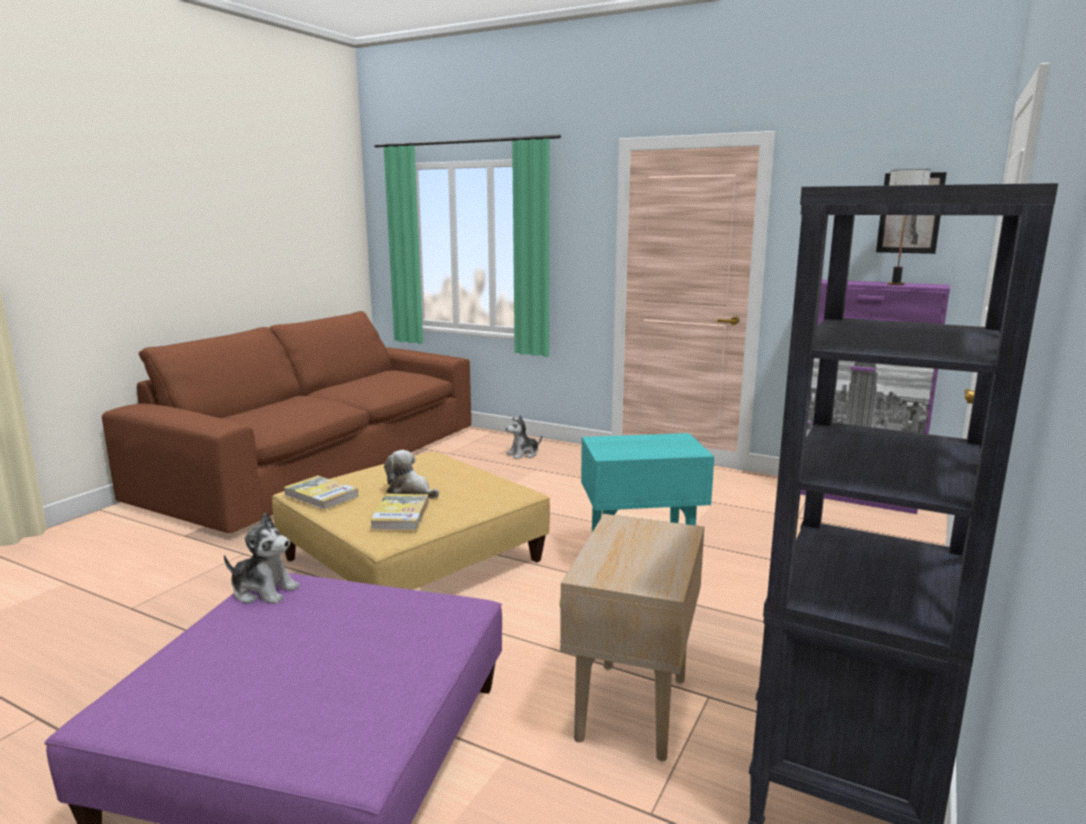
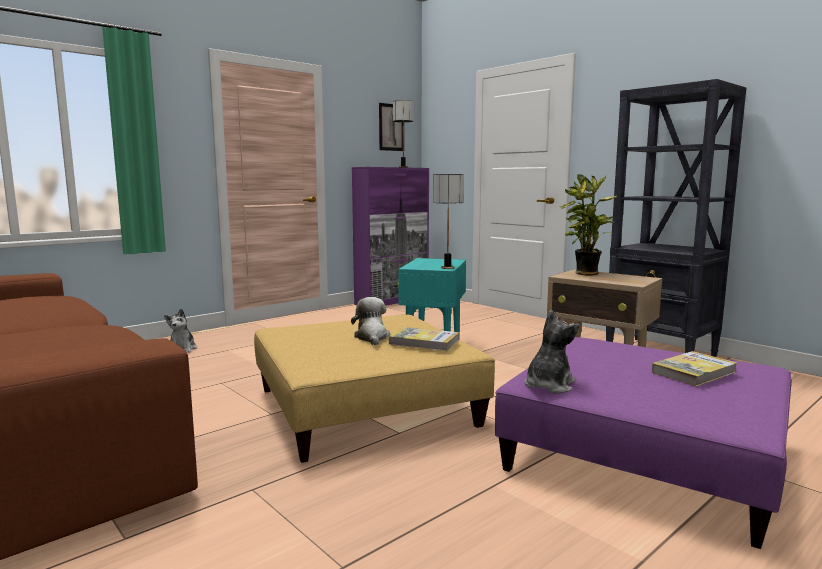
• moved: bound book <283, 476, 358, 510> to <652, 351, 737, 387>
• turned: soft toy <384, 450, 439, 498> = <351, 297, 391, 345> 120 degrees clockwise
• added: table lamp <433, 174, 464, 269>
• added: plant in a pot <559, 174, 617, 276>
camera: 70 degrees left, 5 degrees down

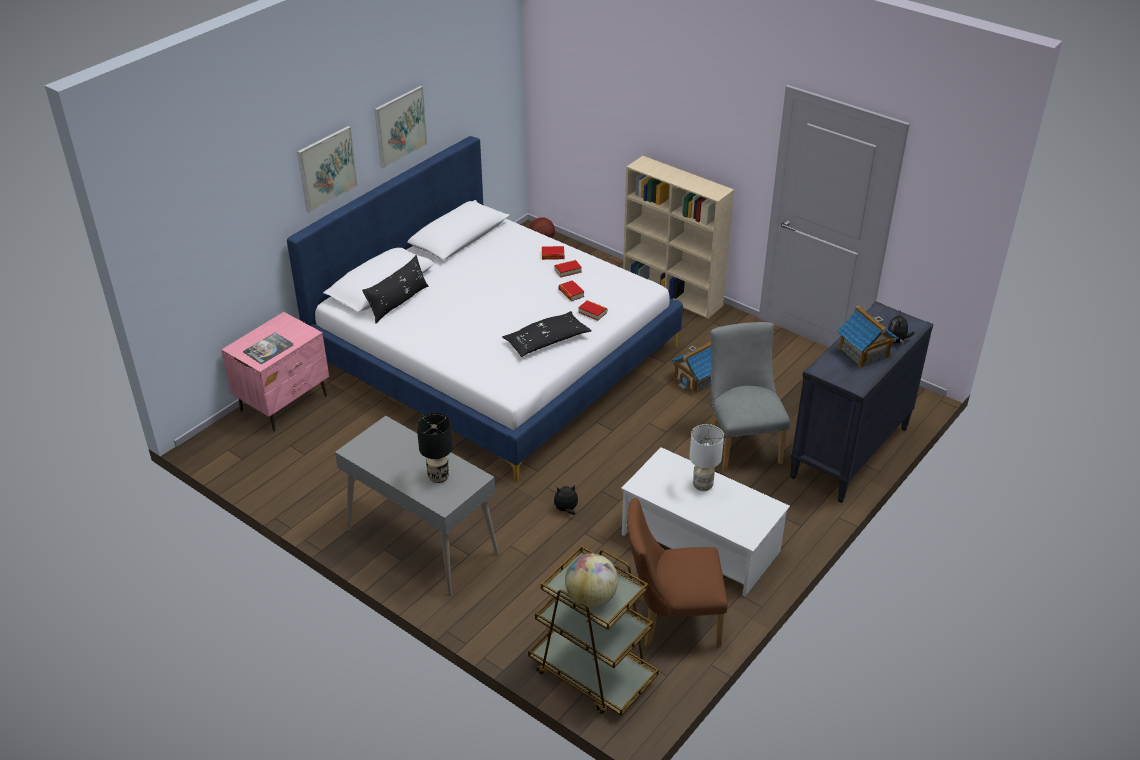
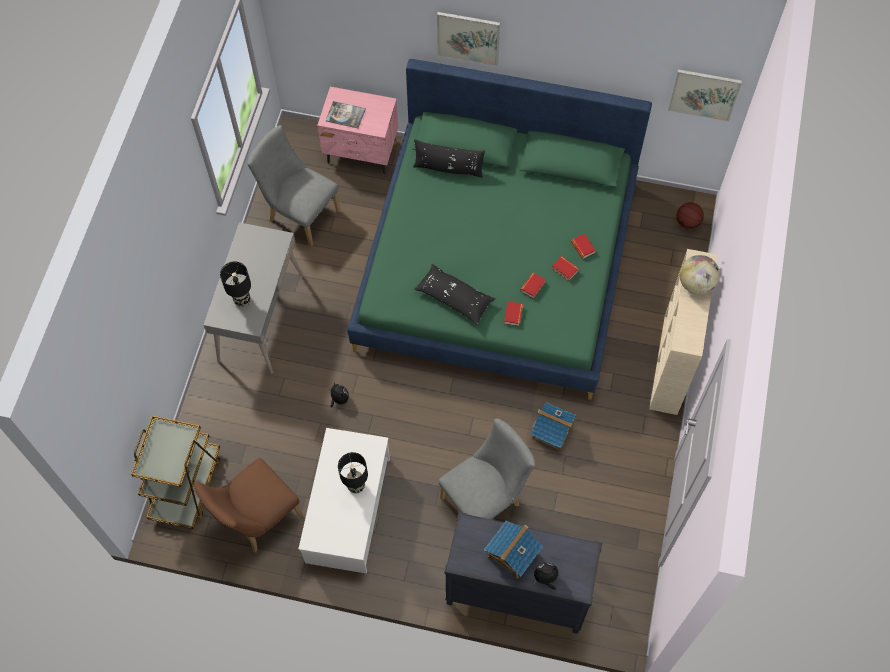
• recoloured: white-coloured bedroom bed <287, 136, 683, 482> to greenish bedroom bed <347, 59, 652, 400>
• moved: wall art <374, 86, 428, 168> to <668, 69, 742, 122>
• moved: world globe <565, 554, 618, 607> to <680, 255, 720, 295>
• turned: brown-coloured chair <627, 497, 728, 647> = <194, 458, 303, 553> 105 degrees counterclockwise
• recoloured: white-coloured table lamp <689, 424, 724, 491> to blackish table lamp <338, 452, 368, 494>
• added: greyish chair <247, 125, 340, 247>
camera: 65 degrees right, 25 degrees up

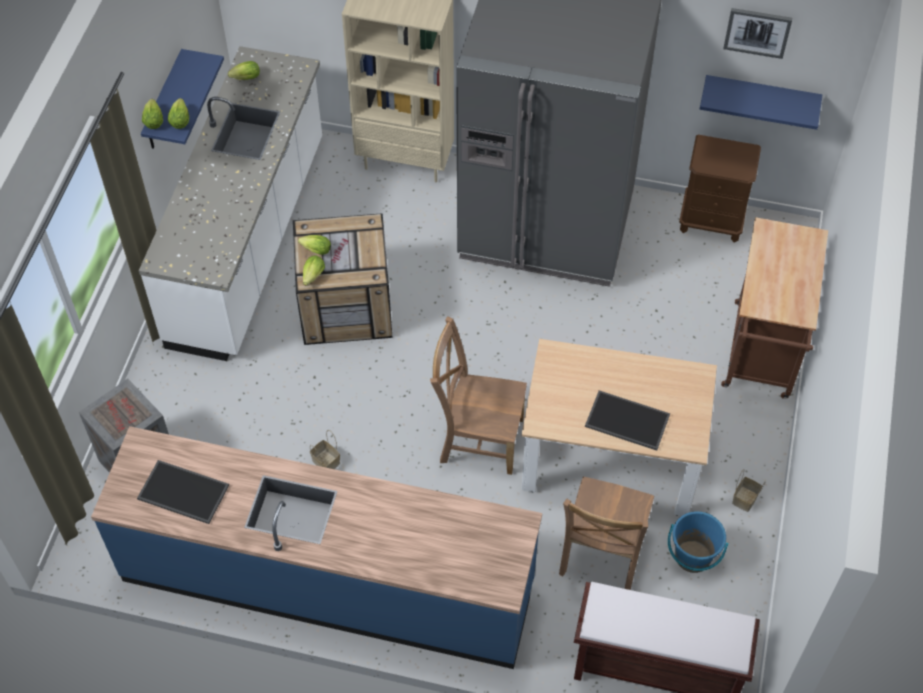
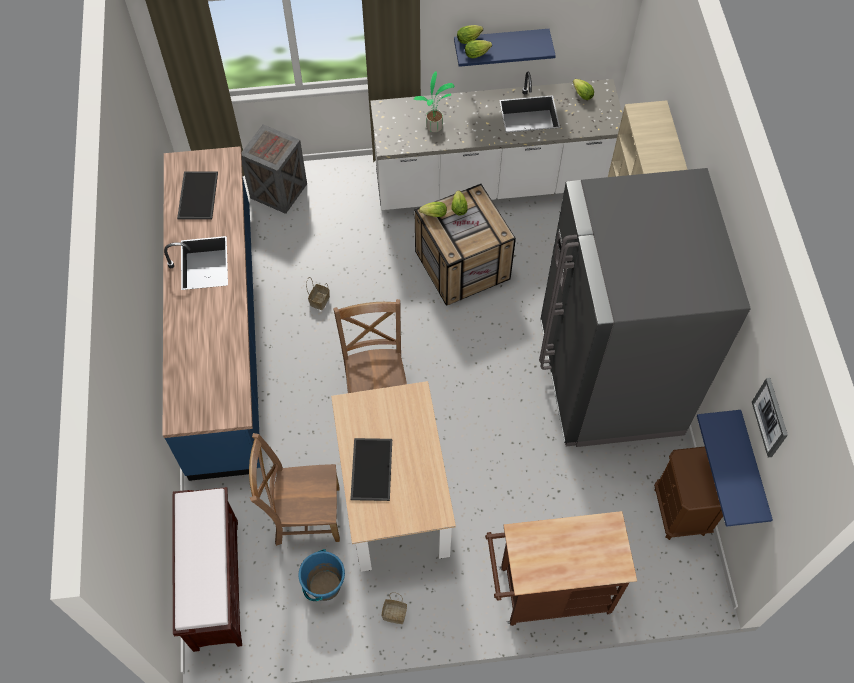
• added: plant in a pot <414, 71, 455, 132>
camera: 70 degrees right, 5 degrees up

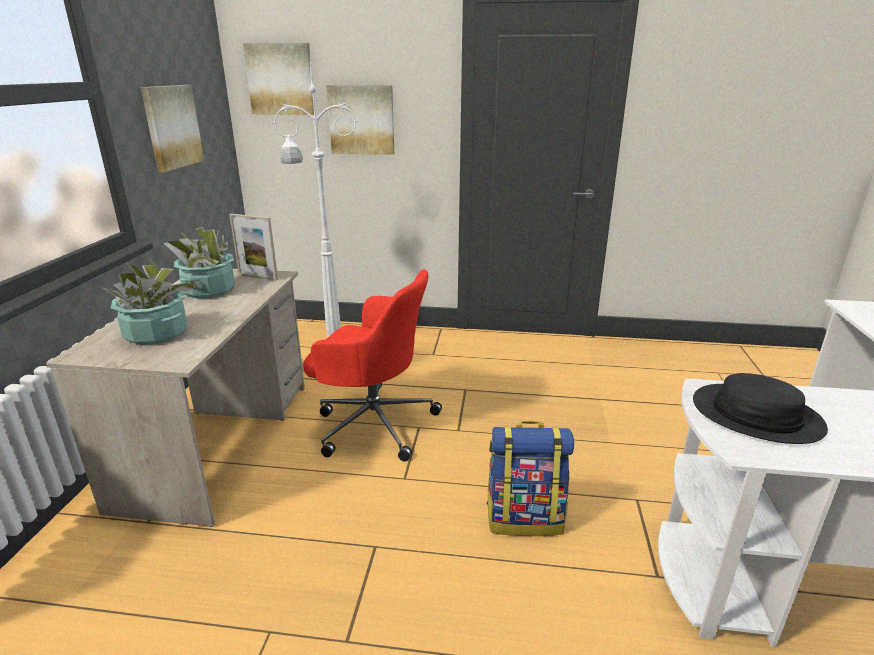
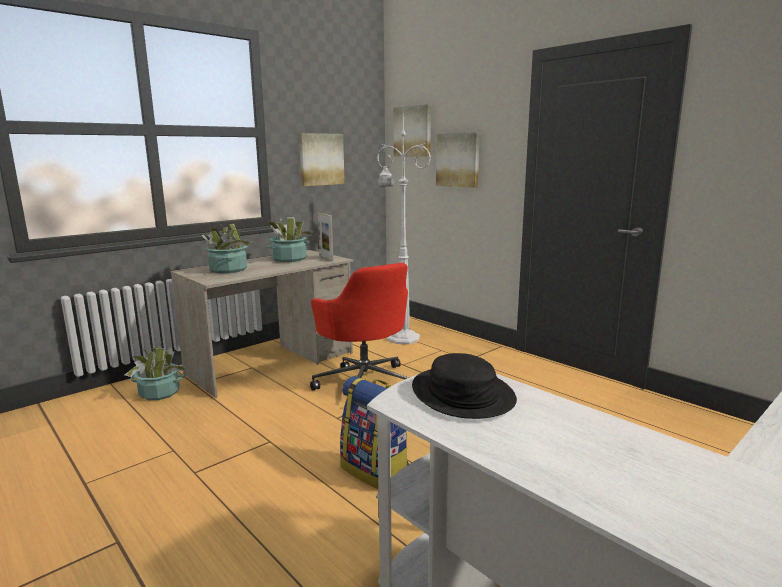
• added: plant in a pot <125, 346, 186, 400>
camera: 40 degrees right, 10 degrees down

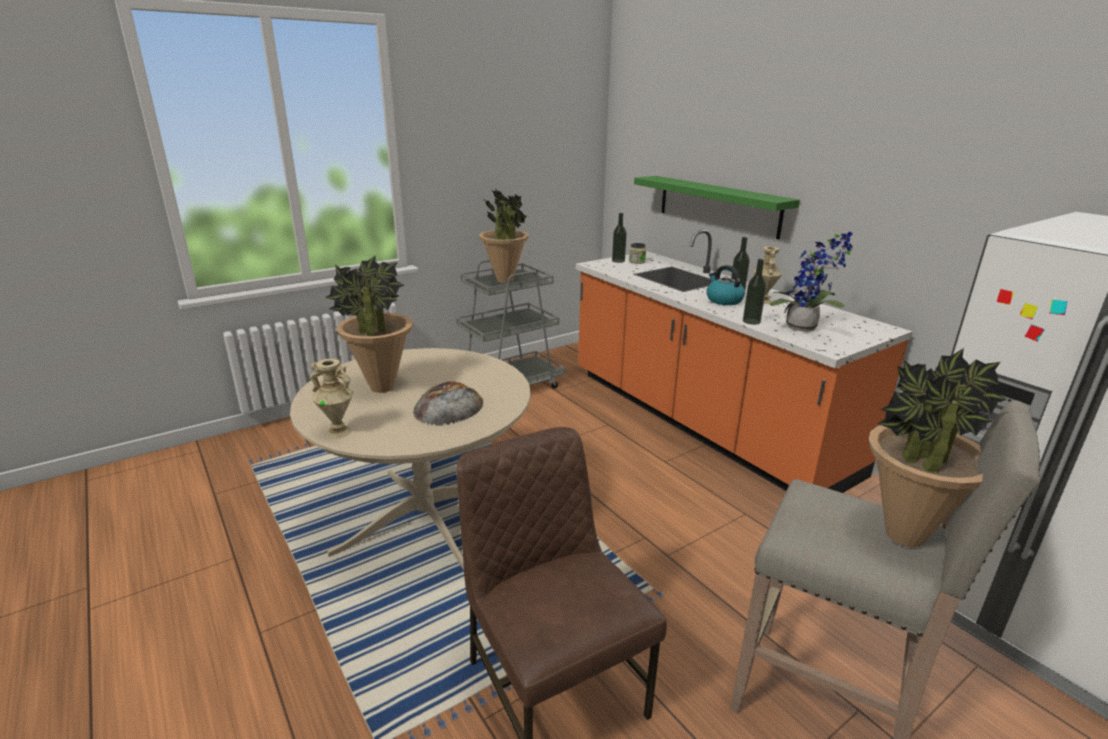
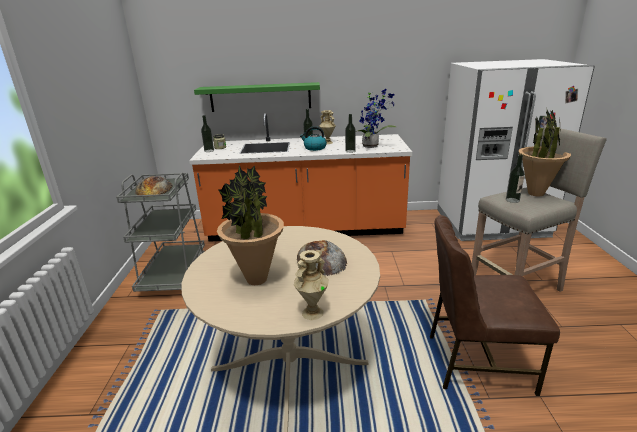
• replaced: plant in a pot <479, 187, 529, 283> to baked bread <135, 176, 173, 197>
• added: beverage bottle <506, 154, 525, 203>
camera: 55 degrees left, 0 degrees up

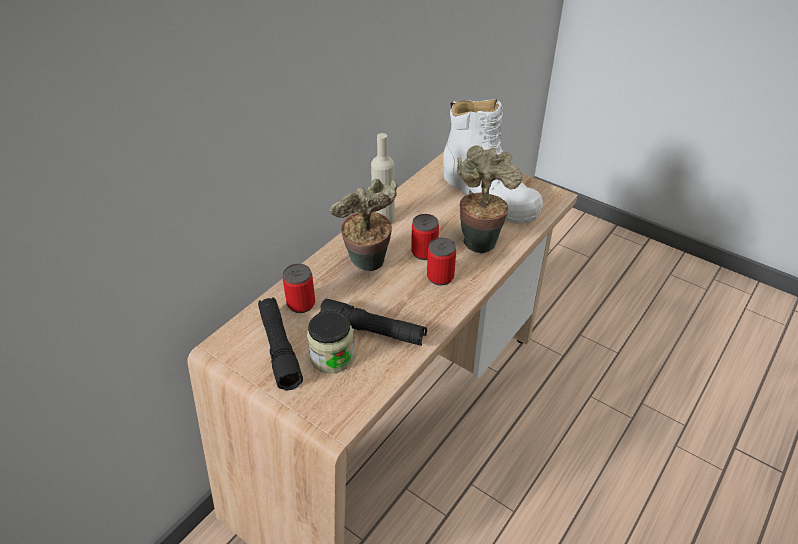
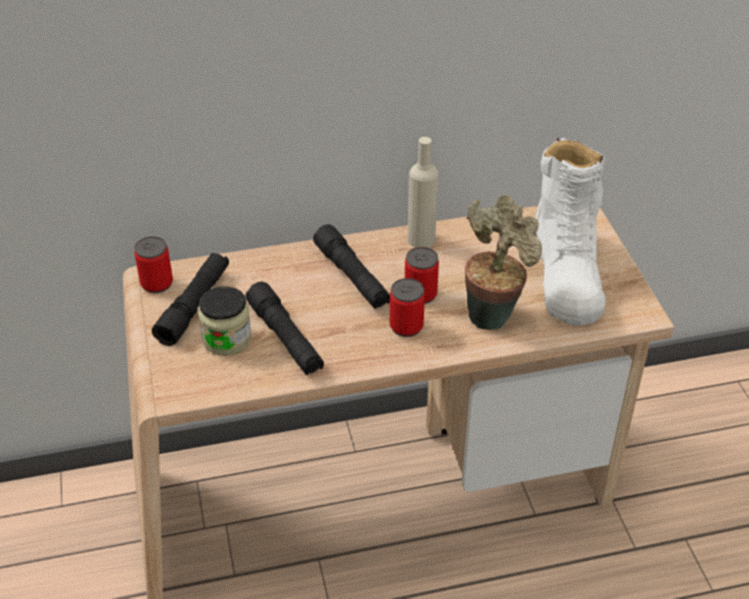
• moved: metal can <283, 264, 315, 313> to <134, 236, 173, 293>
• replaced: plant in a pot <329, 179, 397, 271> to blackish hand torch <313, 224, 390, 309>
camera: 40 degrees right, 0 degrees up

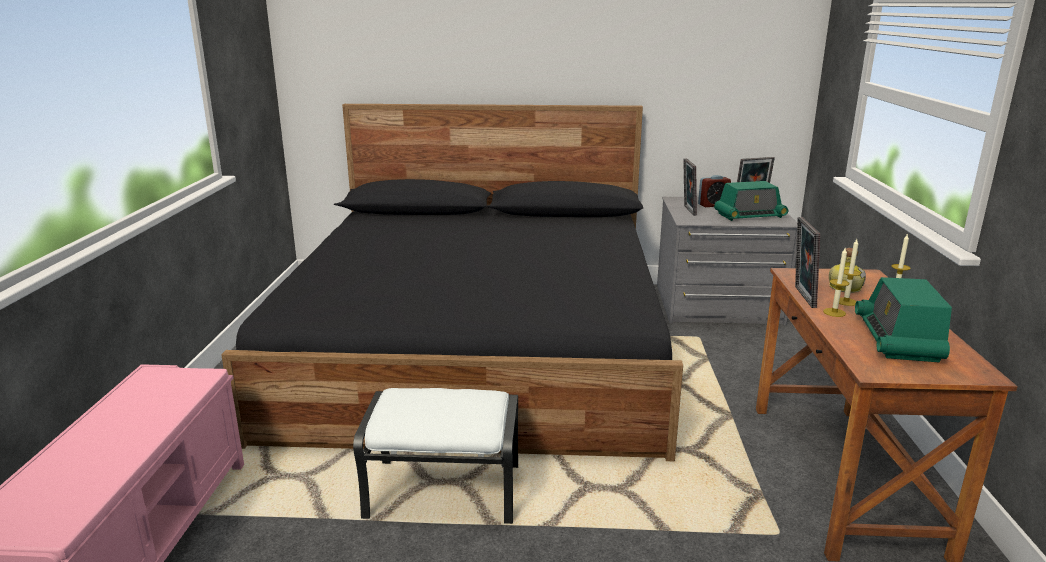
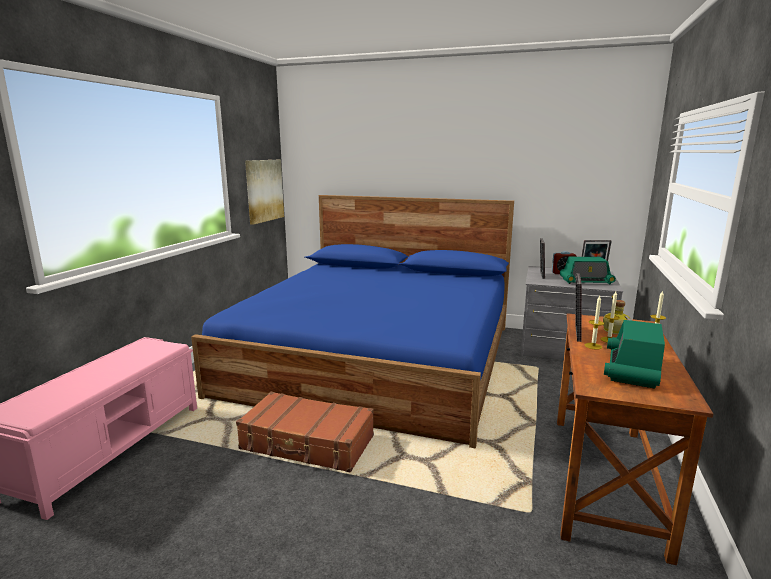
• recoloured: blackish bedroom bed <221, 104, 683, 461> to blue bedroom bed <191, 195, 514, 448>
• replaced: white-coloured pouffe <353, 388, 518, 524> to brown-coloured travel case <236, 392, 374, 472>
• added: wall art <245, 160, 284, 225>
camera: 15 degrees right, 5 degrees down

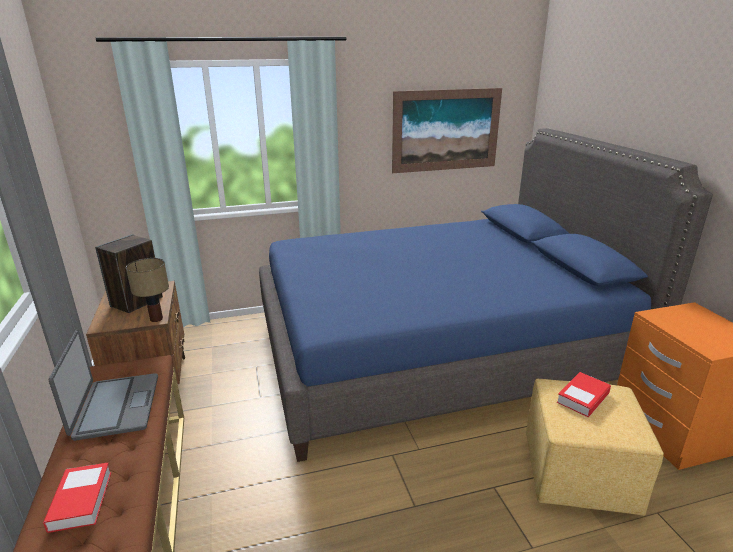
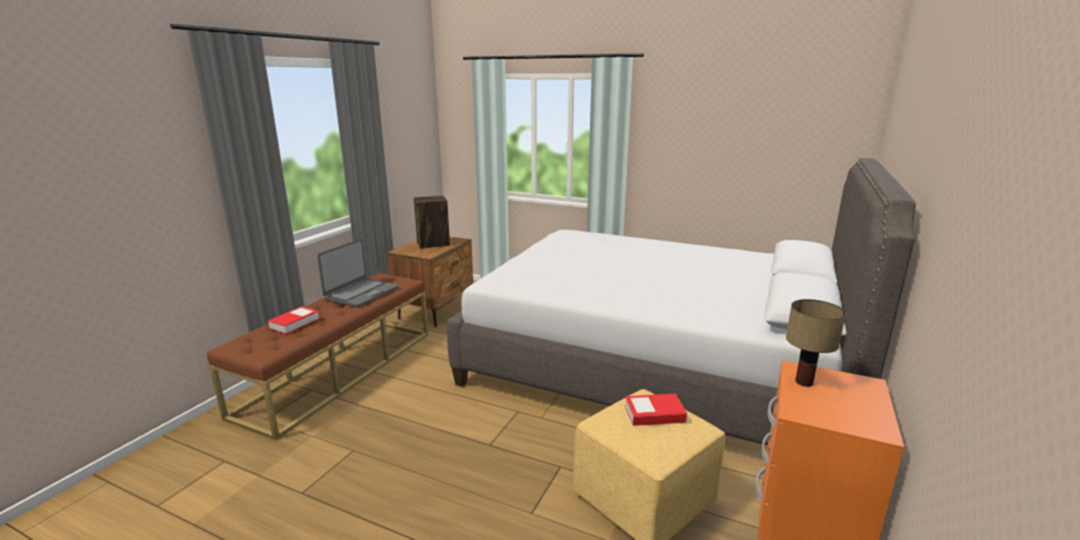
• moved: table lamp <126, 258, 169, 322> to <786, 299, 846, 387>
• recoloured: blue bedroom bed <259, 128, 713, 462> to greyish bedroom bed <447, 158, 916, 446>
• removed: wall art <392, 88, 502, 173>
camera: 40 degrees right, 5 degrees down

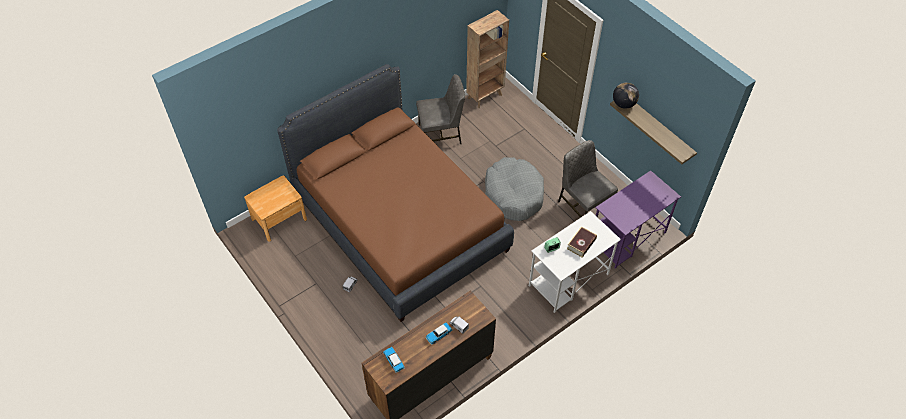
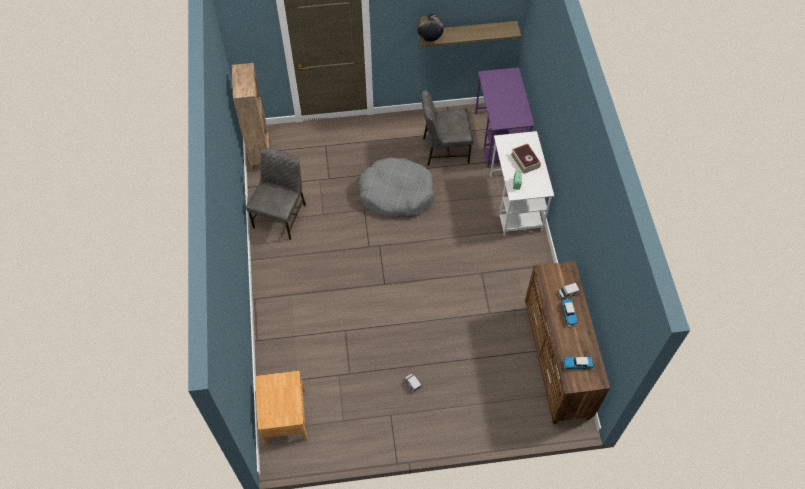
• removed: brown-coloured bedroom bed <277, 64, 514, 322>
camera: 60 degrees left, 5 degrees up

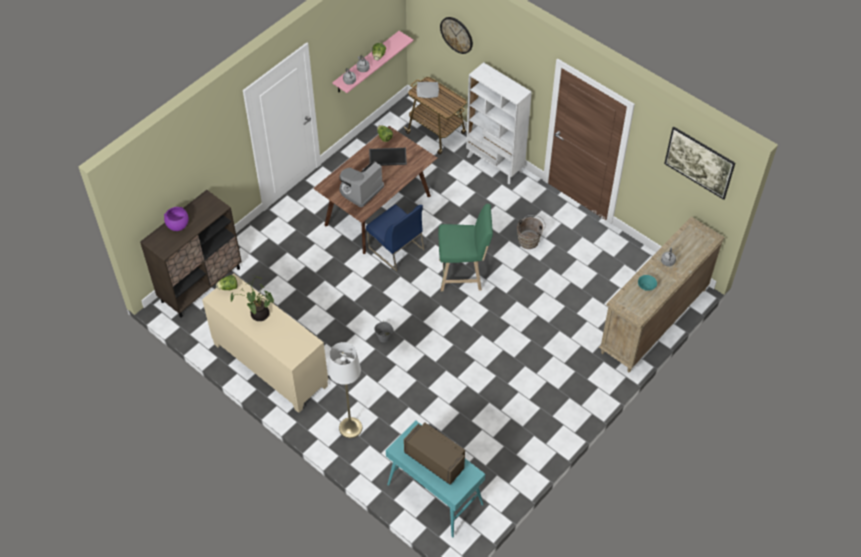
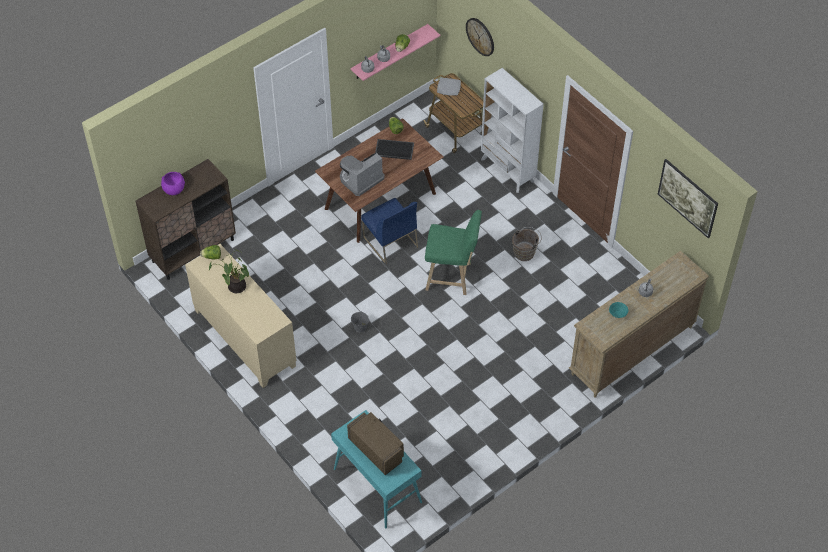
• removed: white-coloured standard lamp <328, 342, 362, 438>
camera: 10 degrees right, 0 degrees up

